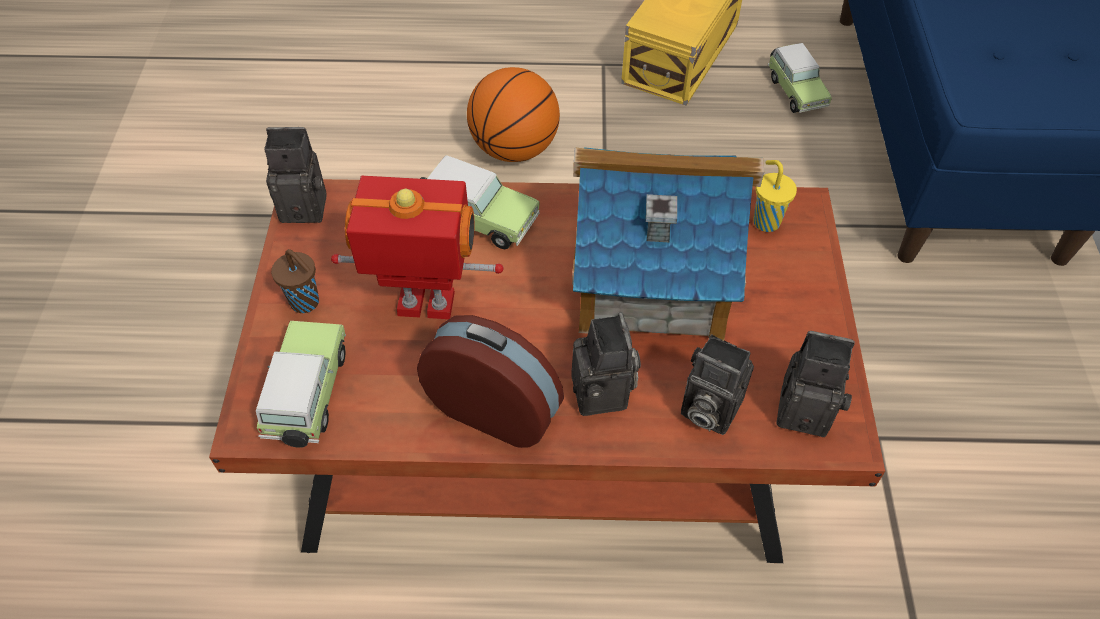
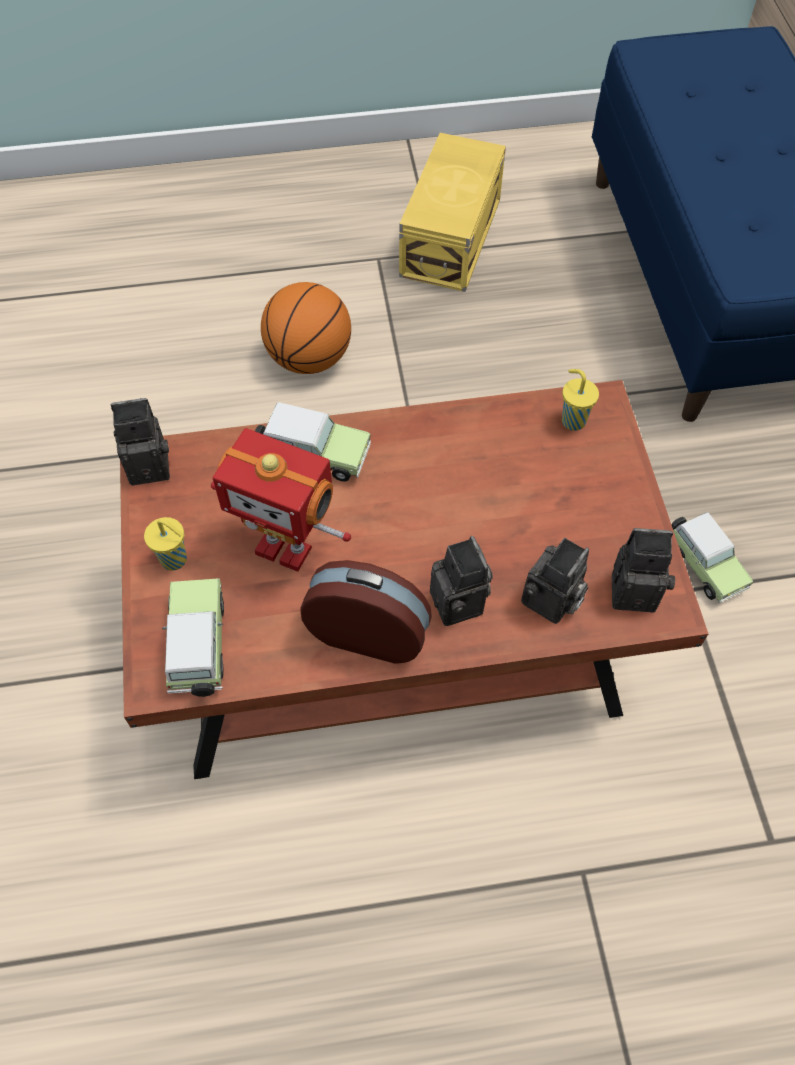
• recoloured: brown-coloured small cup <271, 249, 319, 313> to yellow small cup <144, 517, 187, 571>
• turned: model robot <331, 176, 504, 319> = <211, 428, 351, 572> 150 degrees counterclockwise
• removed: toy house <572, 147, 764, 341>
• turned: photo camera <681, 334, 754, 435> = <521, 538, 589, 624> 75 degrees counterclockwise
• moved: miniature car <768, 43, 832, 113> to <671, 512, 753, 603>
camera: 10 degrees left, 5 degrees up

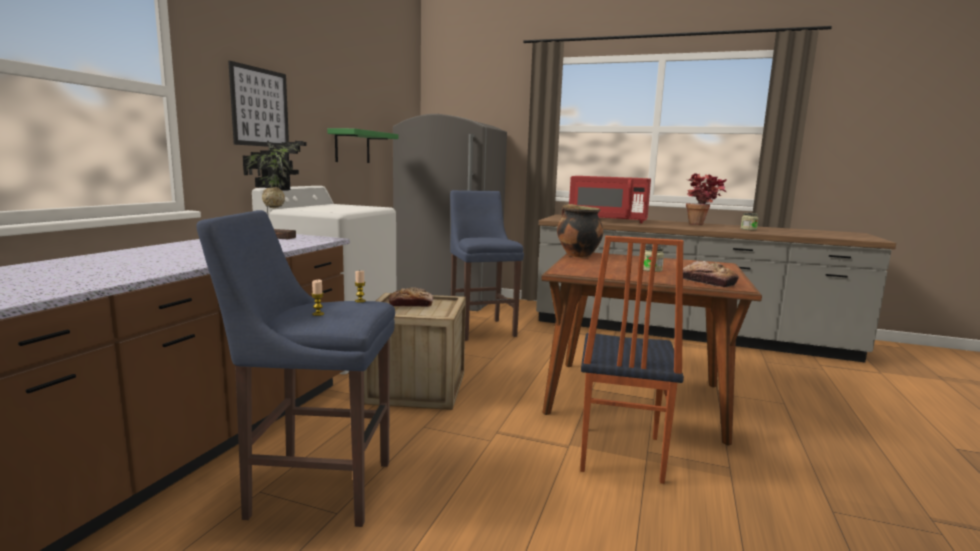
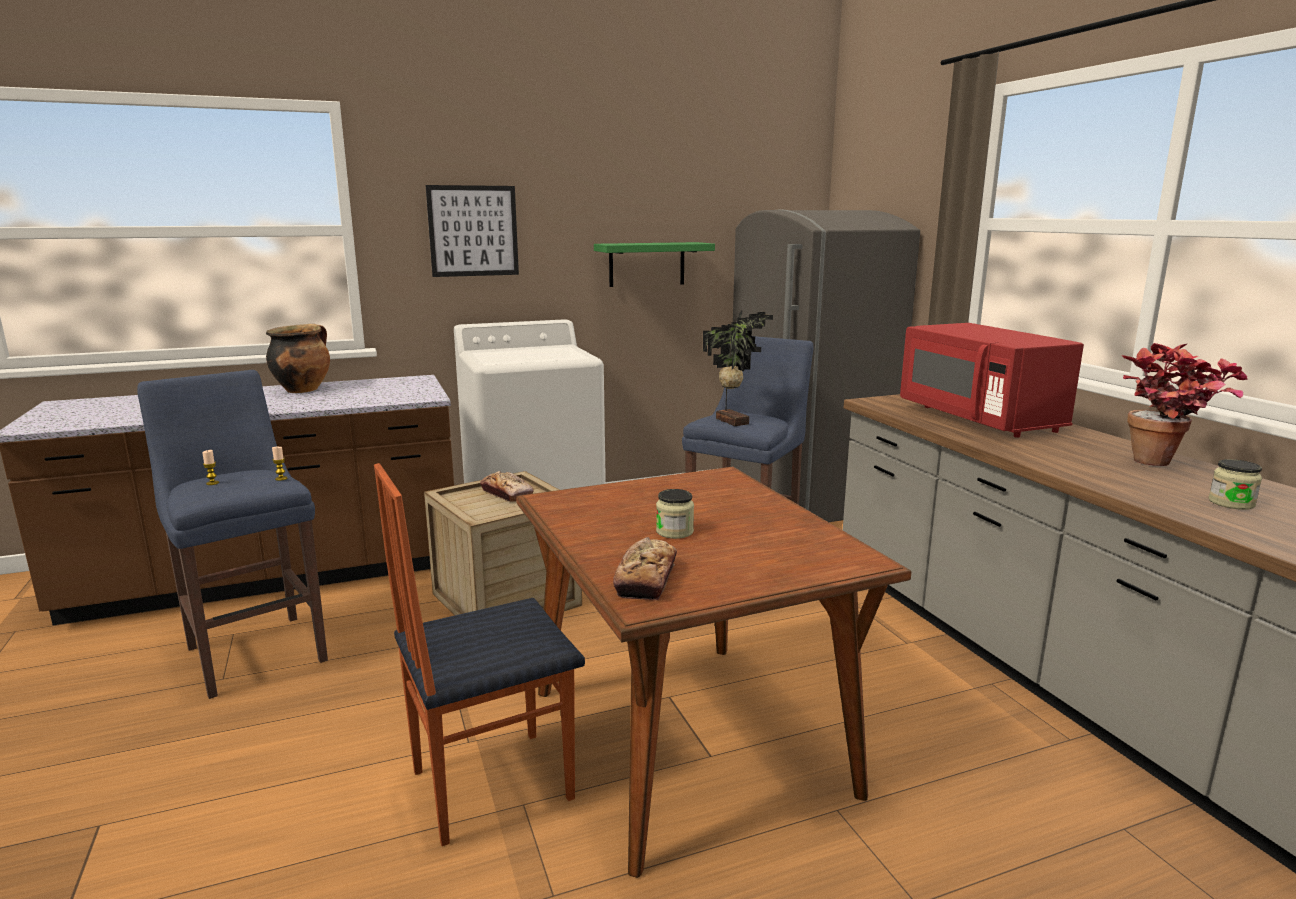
• moved: plant in a pot <243, 141, 307, 239> to <703, 310, 773, 426>
• moved: cooking pot <557, 204, 603, 258> to <266, 324, 330, 393>
camera: 50 degrees right, 5 degrees up

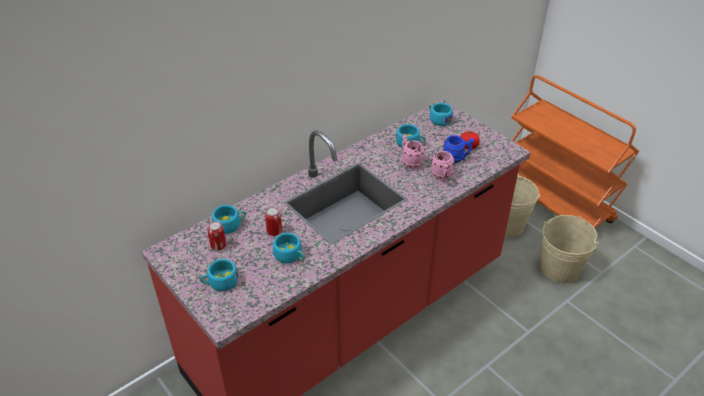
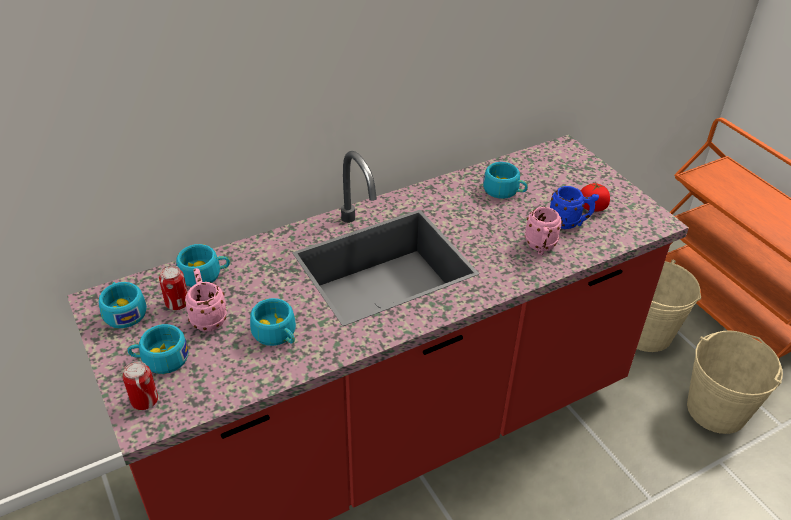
• moved: metal can <265, 207, 282, 236> to <123, 361, 158, 410>
• moved: pink coffee mug <402, 134, 425, 169> to <184, 268, 227, 331>
• moved: turquoise-coloured small cup <429, 103, 453, 126> to <98, 282, 147, 328>
camera: 10 degrees right, 0 degrees up

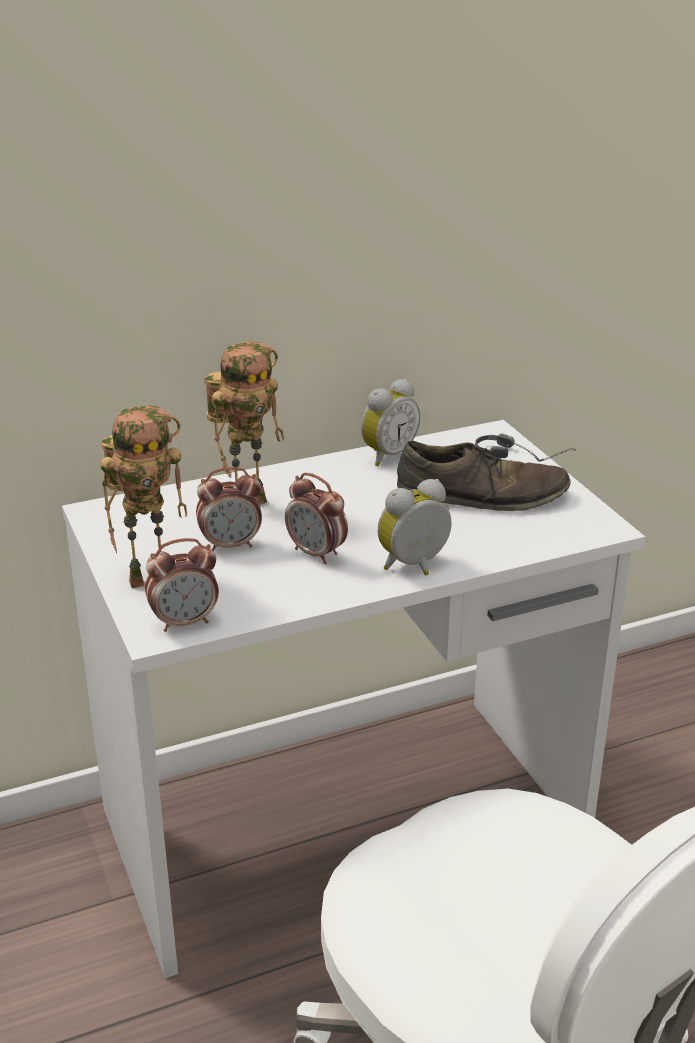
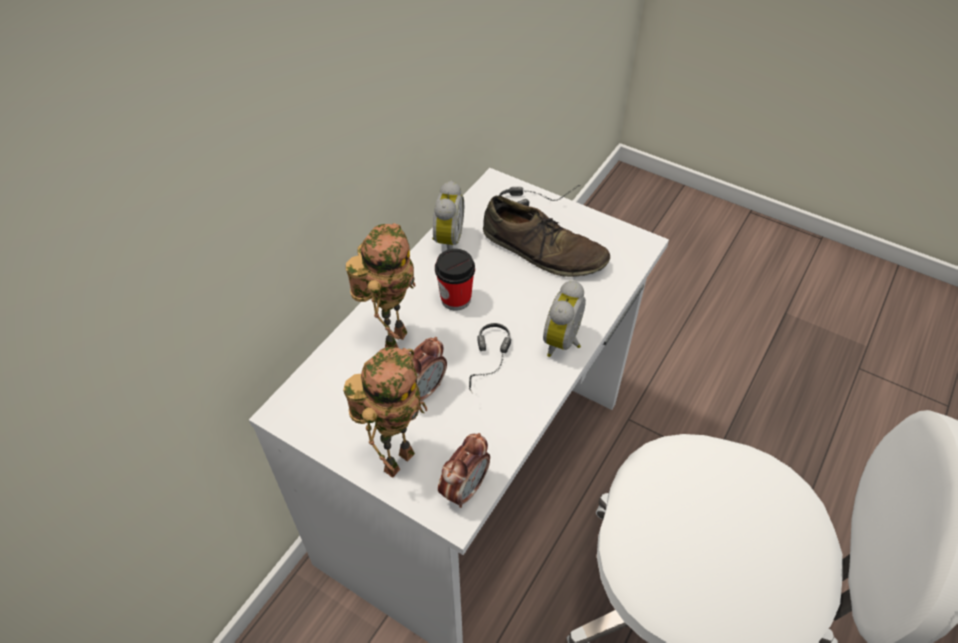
• replaced: bedside clock <285, 473, 348, 564> to pair of headphones <469, 323, 511, 392>
• turned: brown-coloured item of footwear <397, 441, 571, 511> = <483, 196, 610, 277> 60 degrees clockwise
• added: small cup <435, 249, 475, 311>
camera: 35 degrees left, 20 degrees up

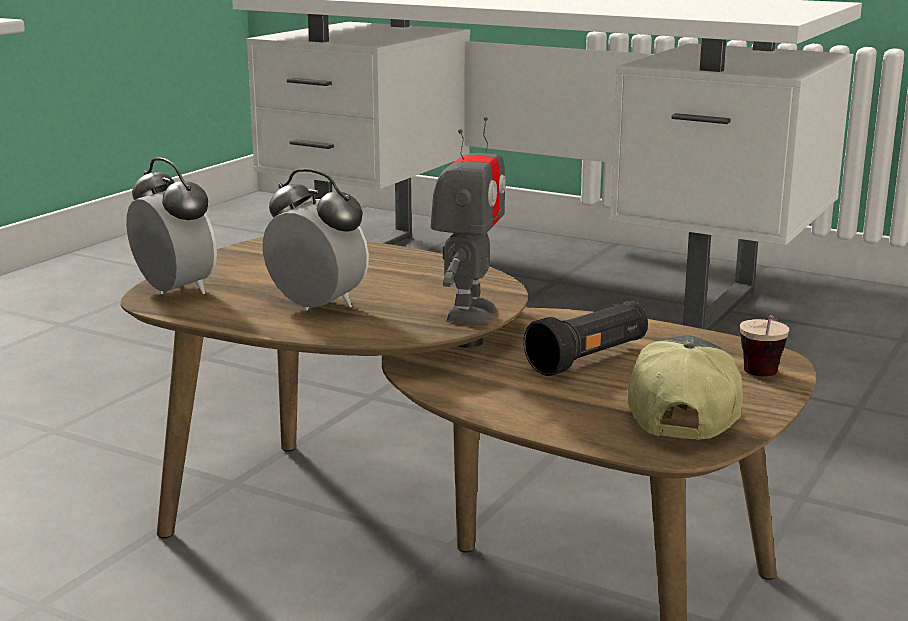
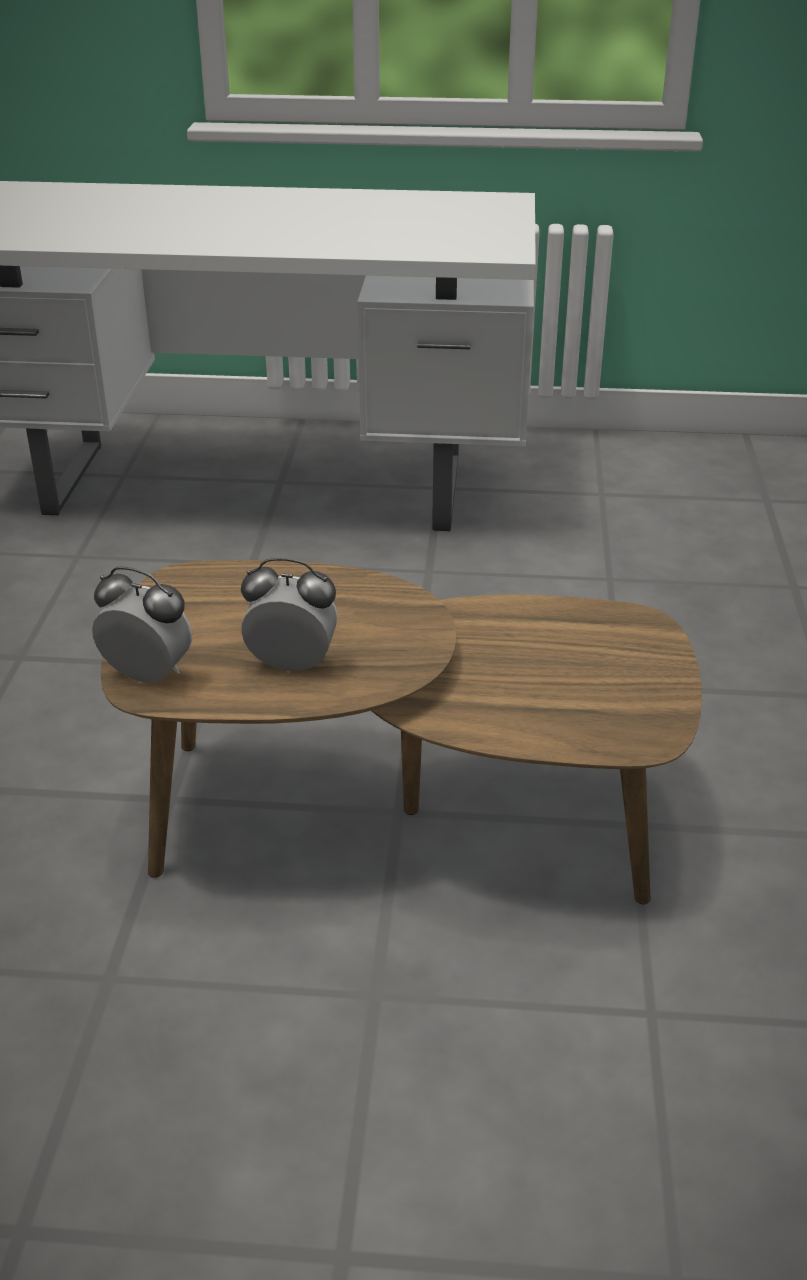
• removed: model robot <431, 117, 506, 324>
• removed: blackish hand torch <523, 301, 648, 376>
• removed: peaked cap <627, 335, 743, 440>
• removed: small cup <740, 315, 789, 377>
camera: 25 degrees left, 15 degrees up

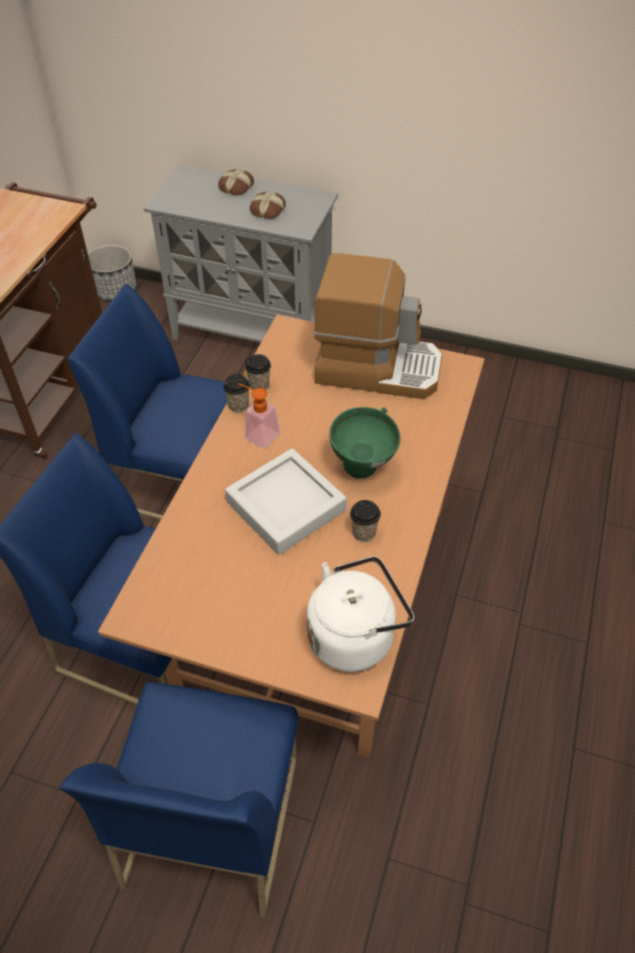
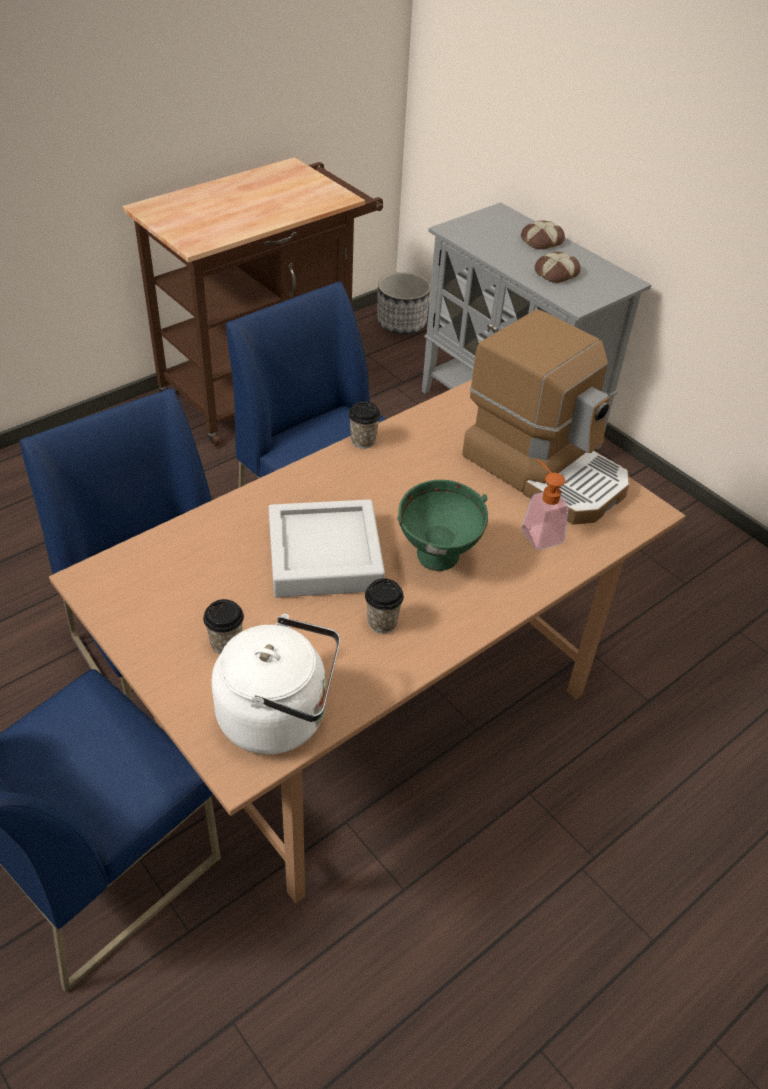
• moved: soap dispenser <238, 383, 280, 448> to <522, 459, 568, 550>
• moved: small cup <245, 354, 271, 390> to <203, 599, 244, 655>
camera: 30 degrees right, 5 degrees down

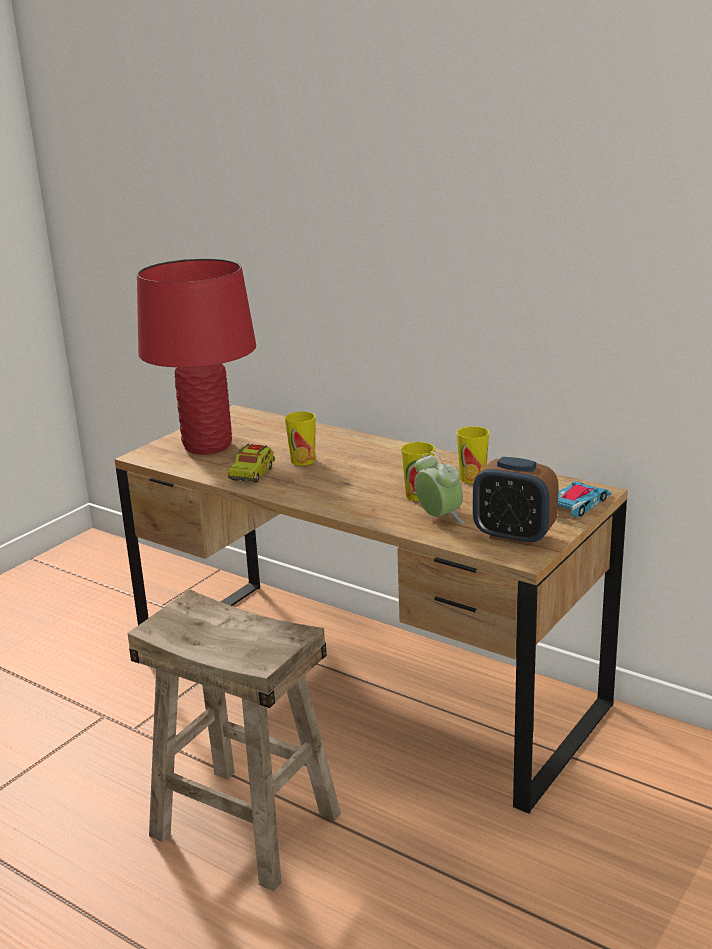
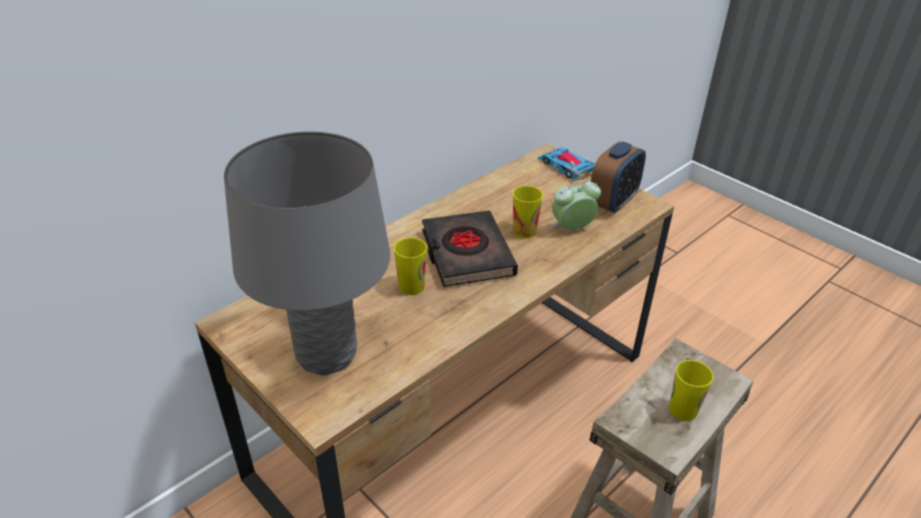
• recoloured: red-coloured table lamp <137, 259, 256, 455> to greyish table lamp <224, 132, 390, 376>
• removed: toy truck <227, 444, 275, 483>
• moved: small cup <457, 426, 489, 484> to <669, 360, 714, 421>
• added: blackish bound book <422, 210, 518, 287>
camera: 80 degrees left, 15 degrees up

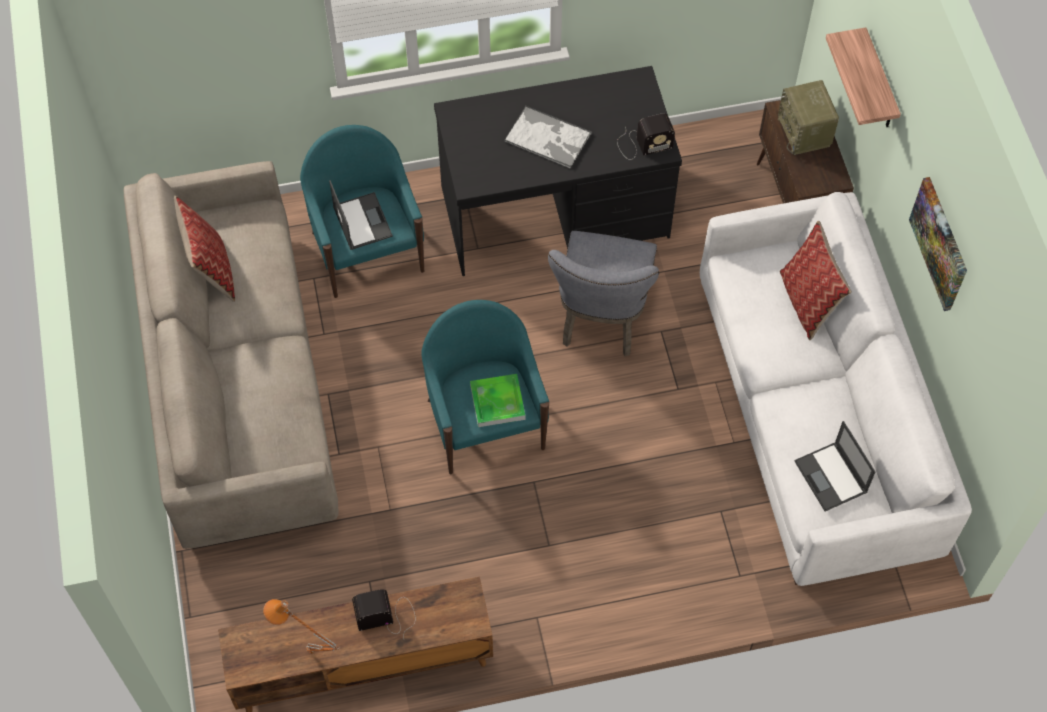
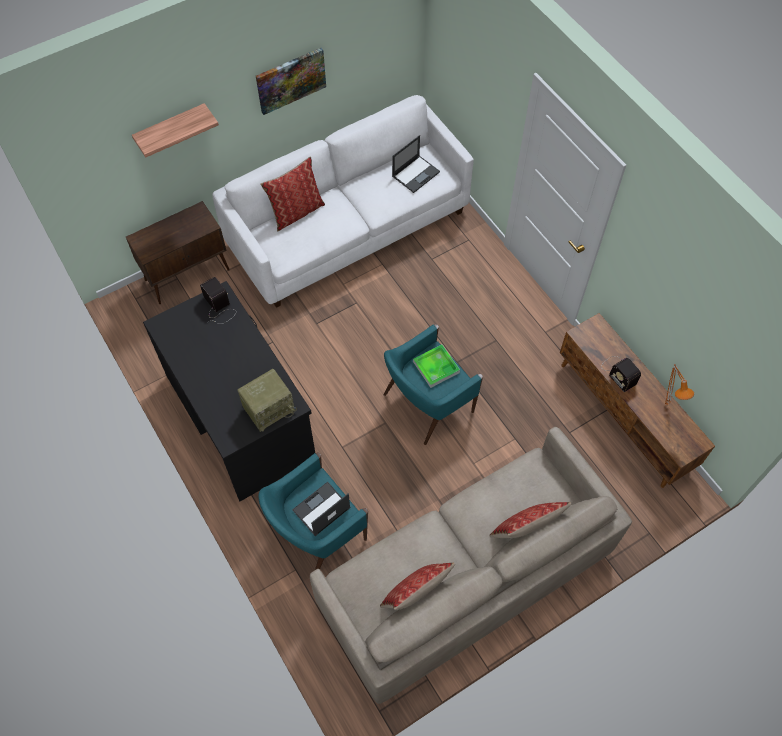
• removed: carrying tray <504, 106, 592, 169>
• removed: greyish chair <548, 231, 659, 356>
• moved: radio set <778, 80, 839, 155> to <238, 369, 297, 432>
• added: throw pillow <490, 502, 571, 538>
camera: 110 degrees left, 0 degrees up

